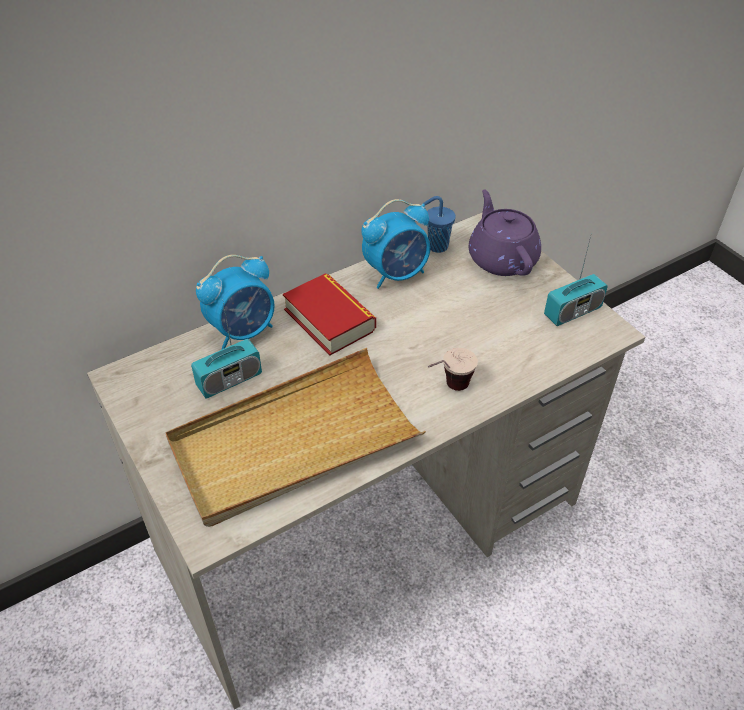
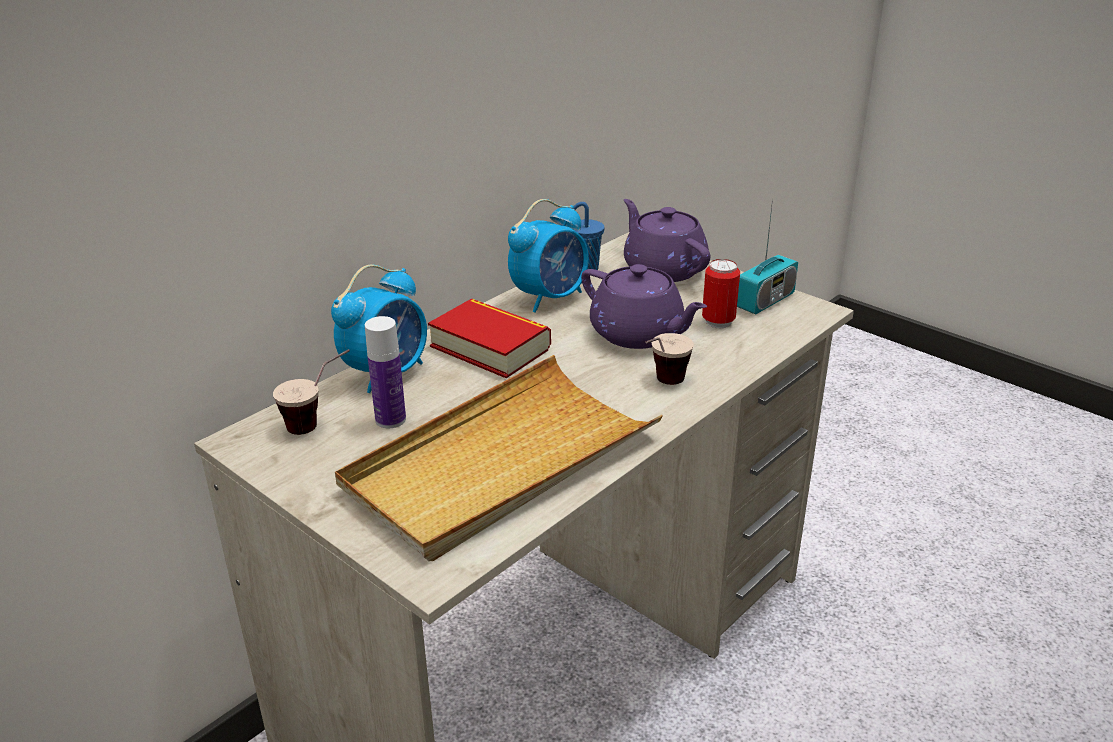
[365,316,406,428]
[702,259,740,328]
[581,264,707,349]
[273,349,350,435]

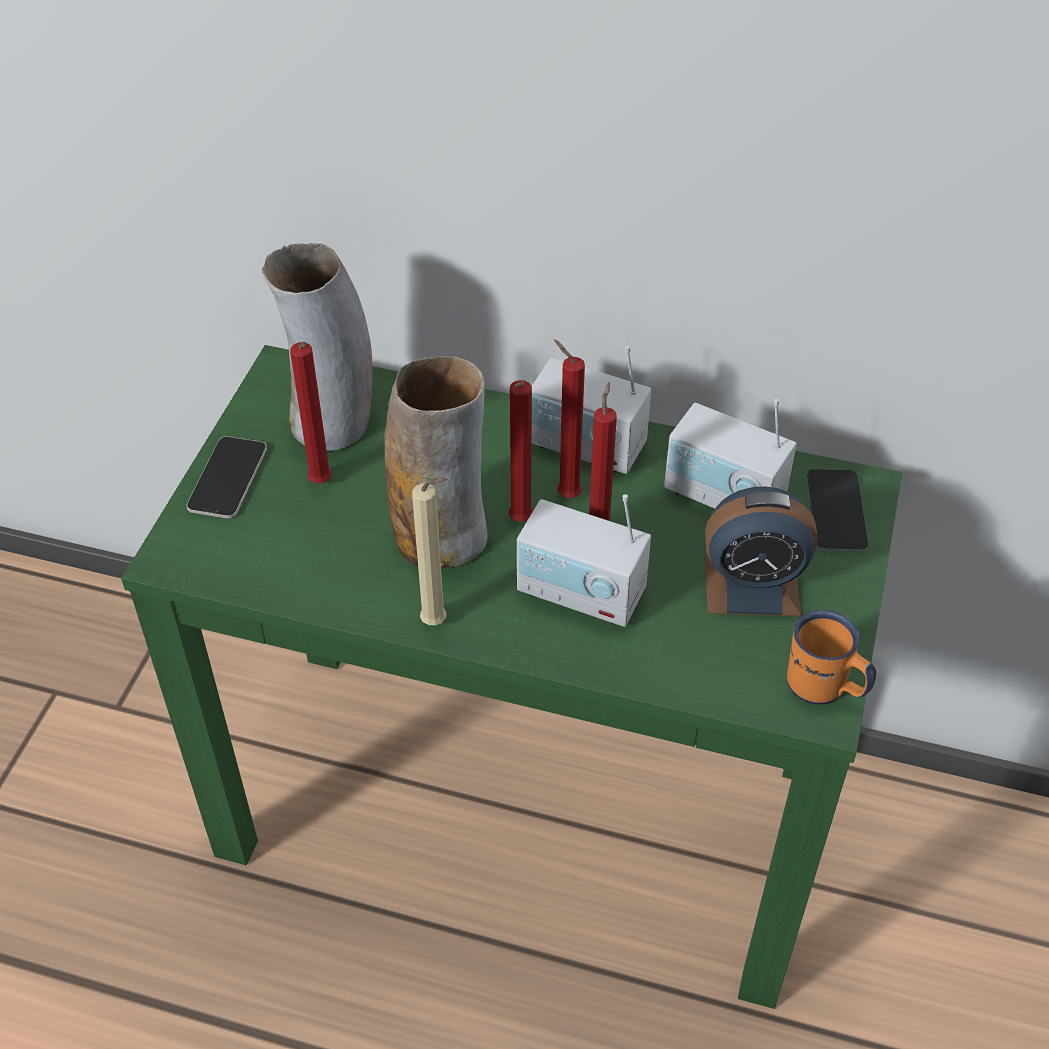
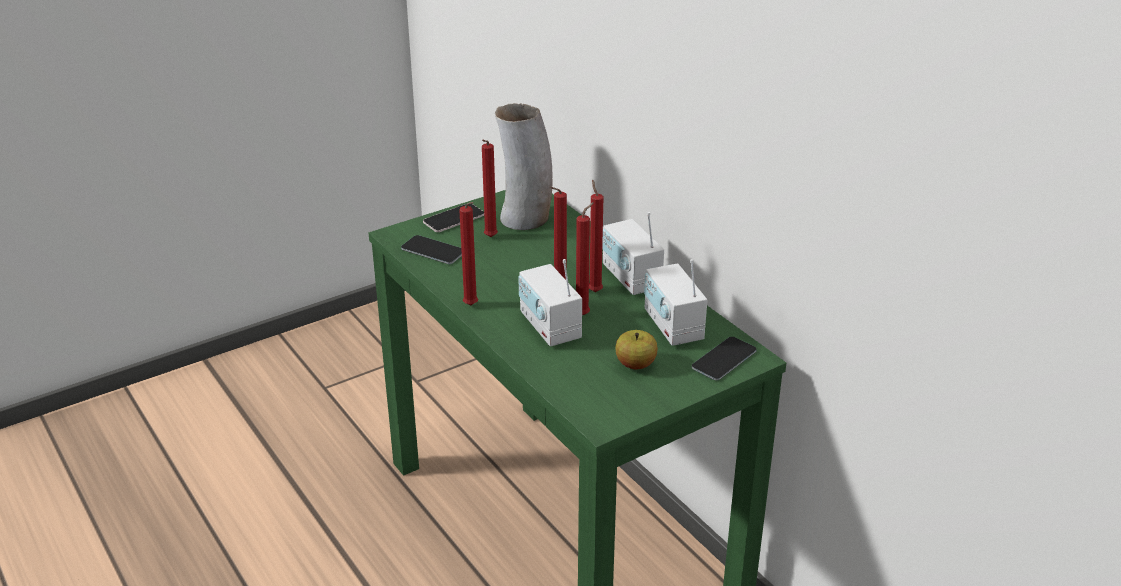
[384,356,488,569] (first image)
[459,202,478,305]
[615,330,658,369]
[787,610,876,705] (first image)
[401,235,462,264]

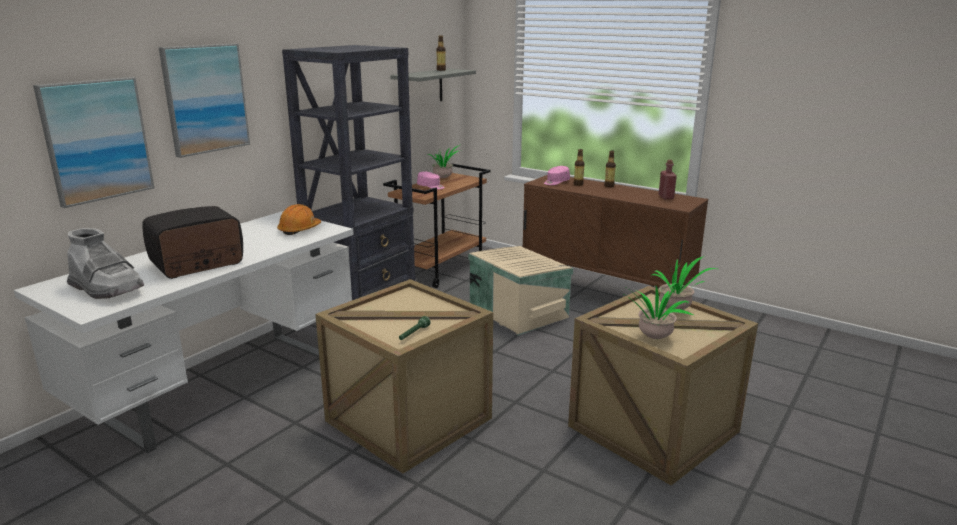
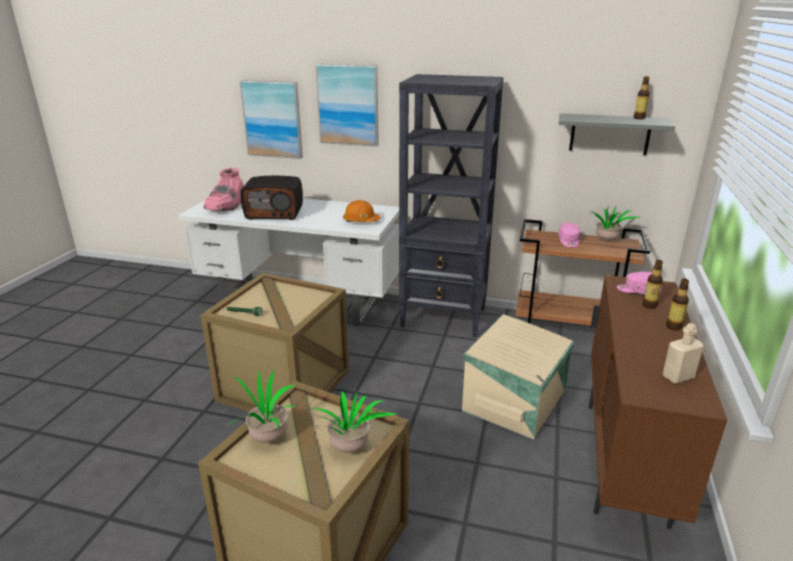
[663,323,704,384]
[240,175,303,220]
[204,168,244,211]

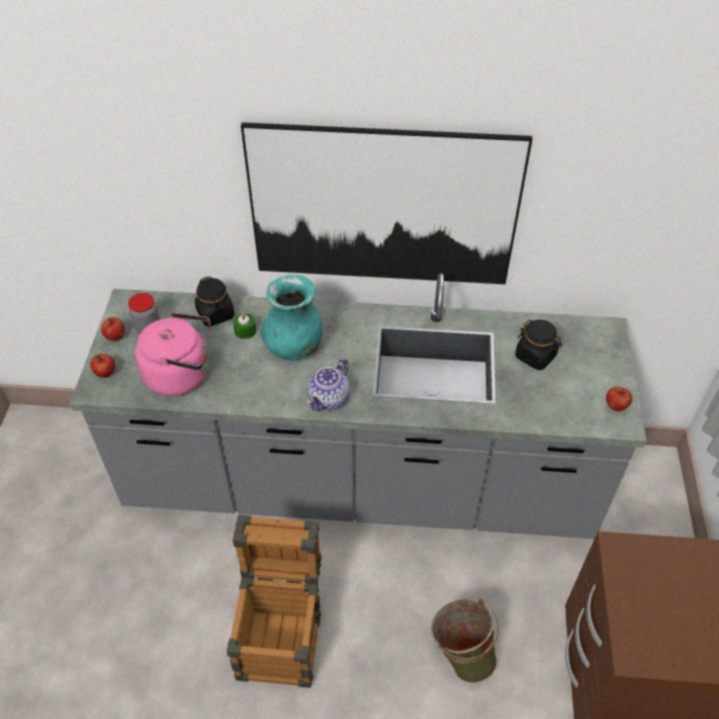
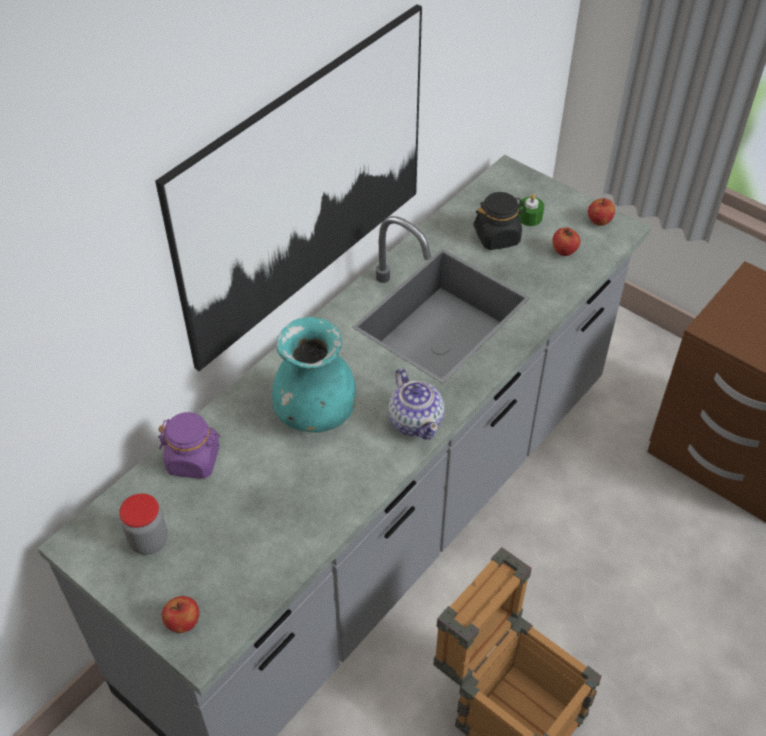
[158,412,220,479]
[135,312,211,396] (first image)
[518,194,544,226]
[552,228,581,256]
[431,598,499,683] (first image)

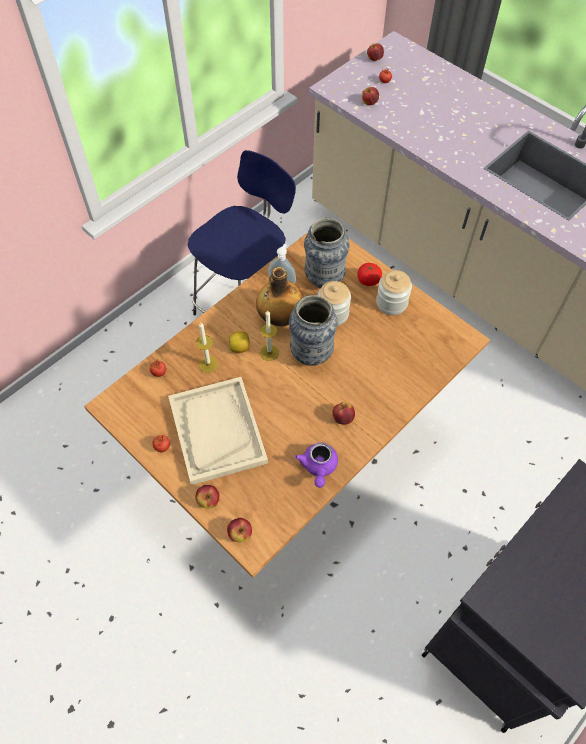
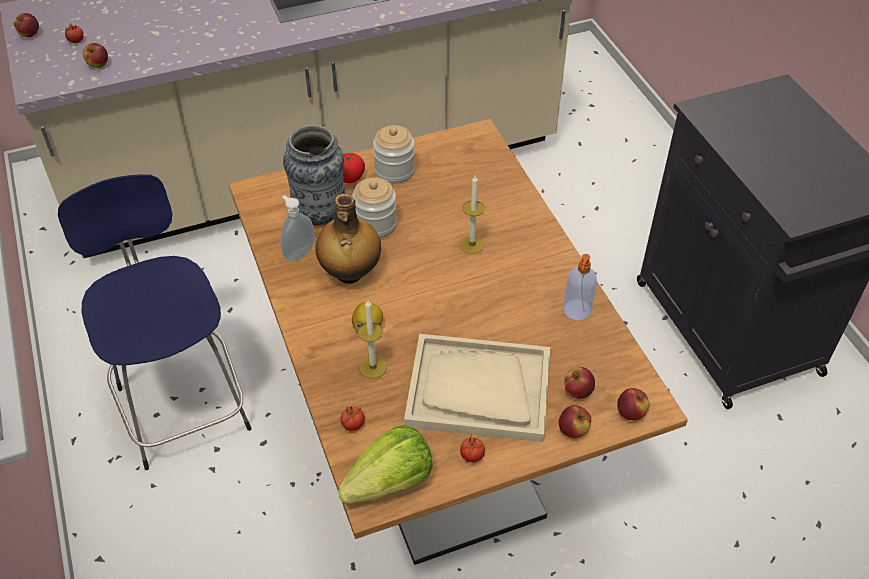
[289,295,337,366] (first image)
[460,176,485,254]
[564,367,595,399]
[563,254,597,320]
[338,425,433,504]

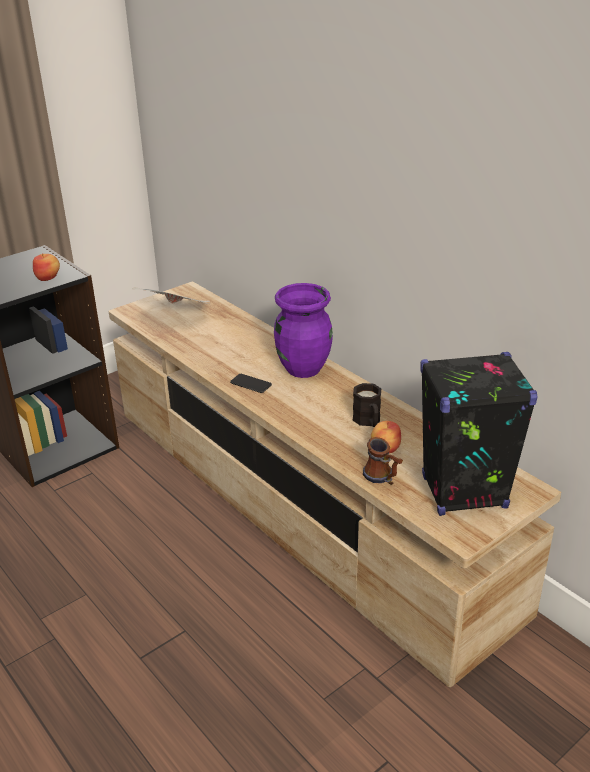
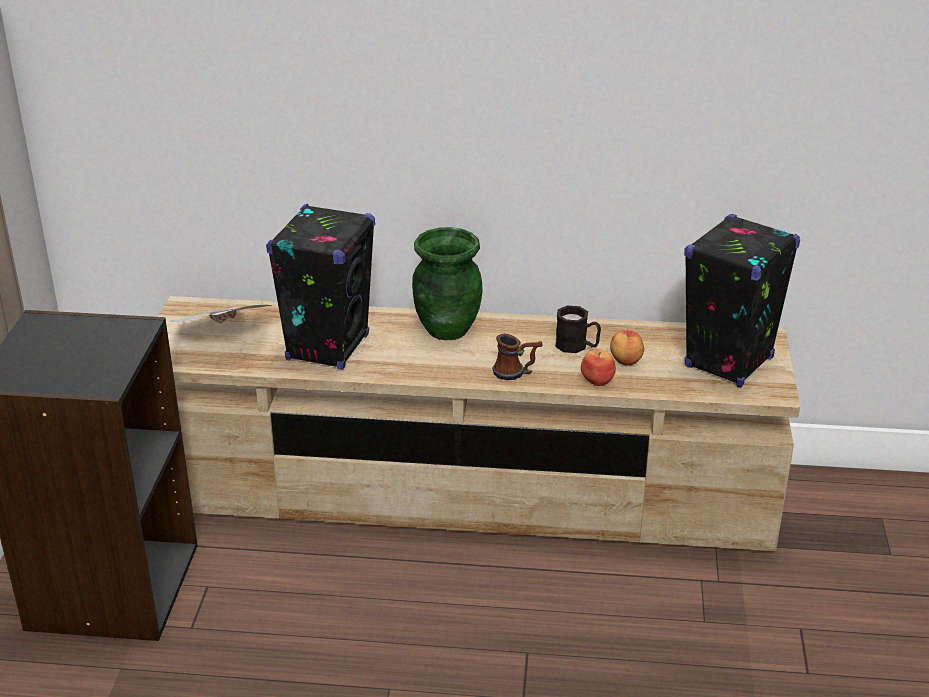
[581,349,616,386]
[412,227,483,340]
[230,374,272,393] (first image)
[493,334,542,380]
[266,204,375,370]

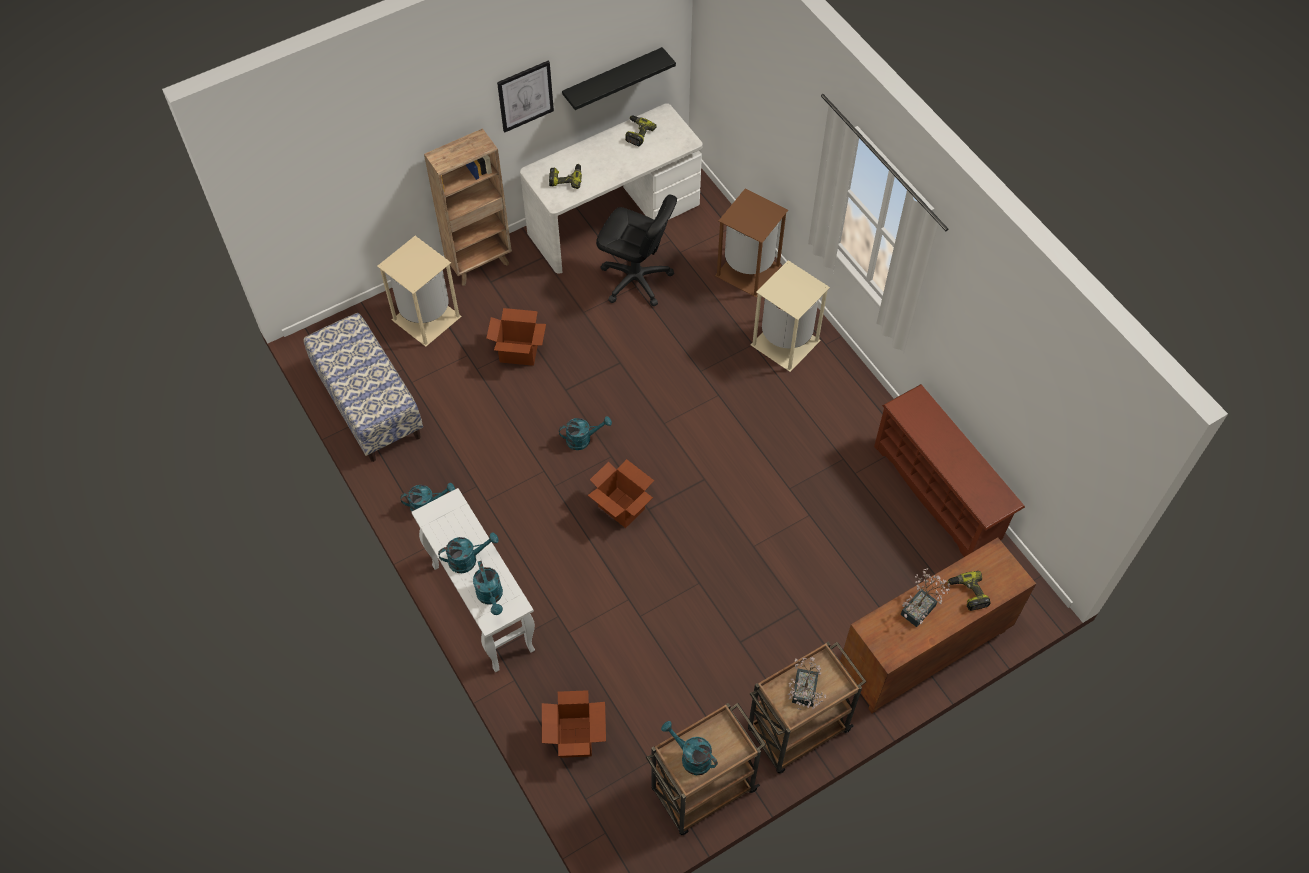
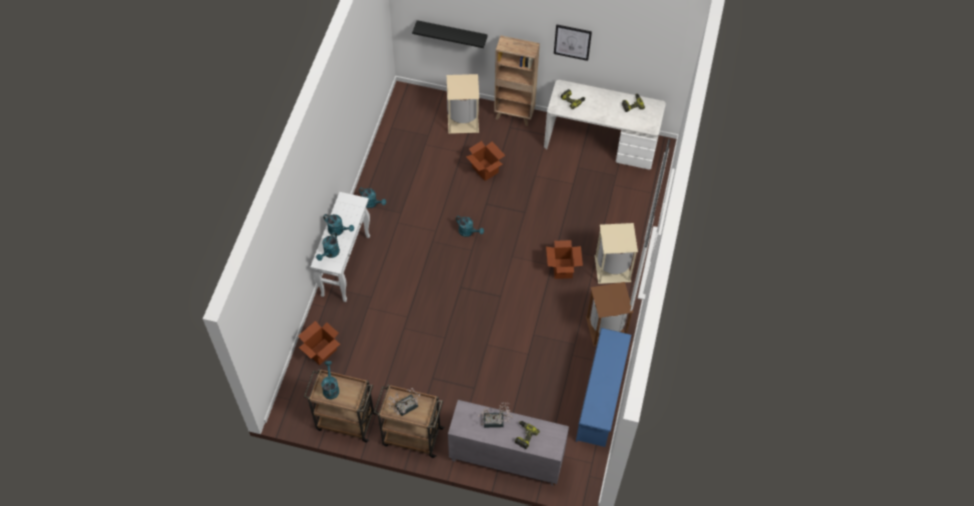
[412,20,488,48]
[586,282,633,346]
[596,195,677,306] (first image)
[303,313,423,462] (first image)
[576,328,631,447]
[546,240,583,279]
[448,400,569,486]

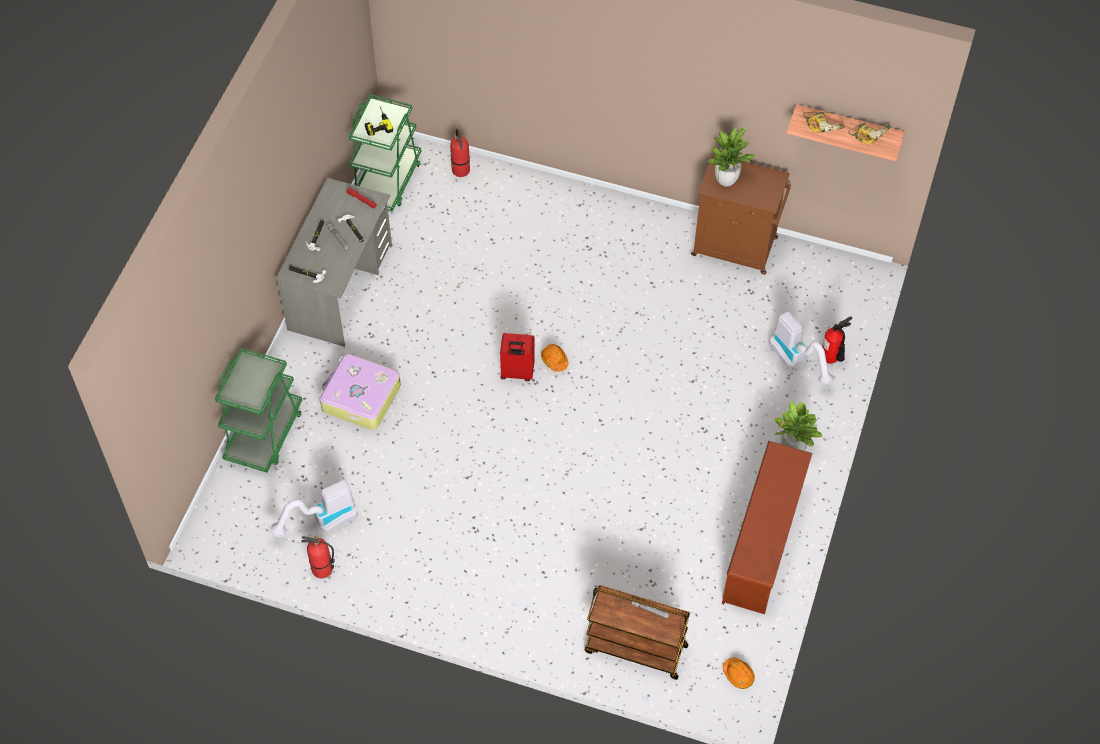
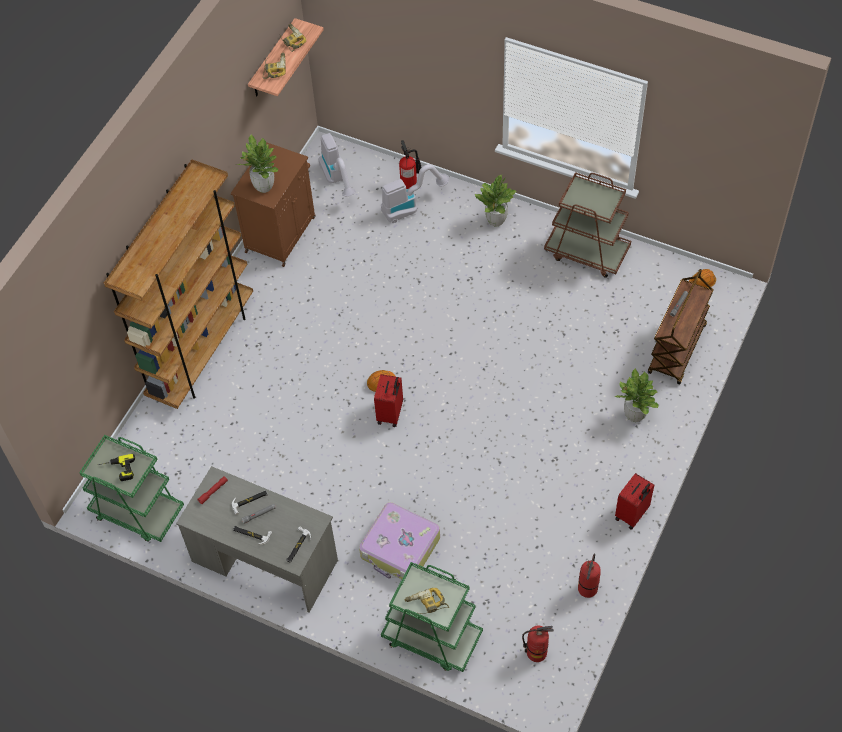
[522,625,554,662]
[544,172,631,278]
[319,133,356,196]
[104,159,253,409]
[615,368,659,422]
[615,473,654,529]
[405,588,449,614]

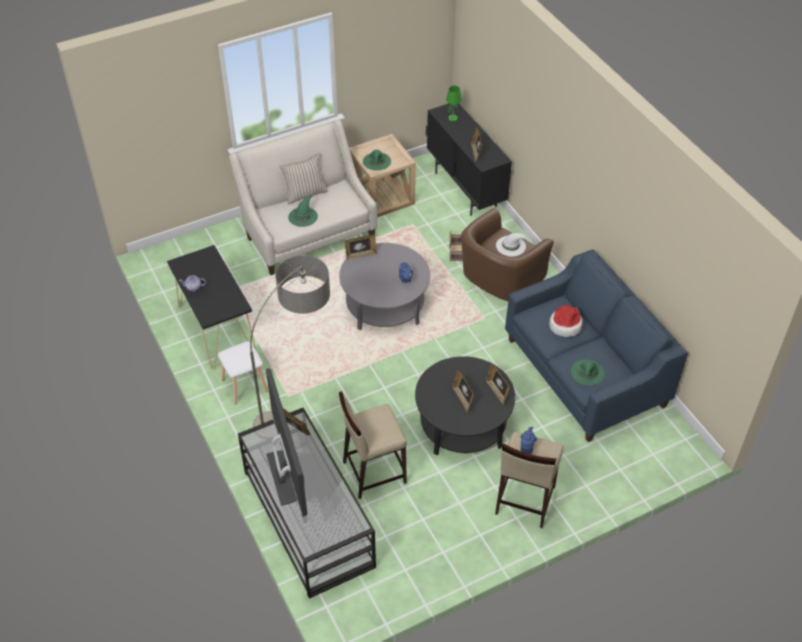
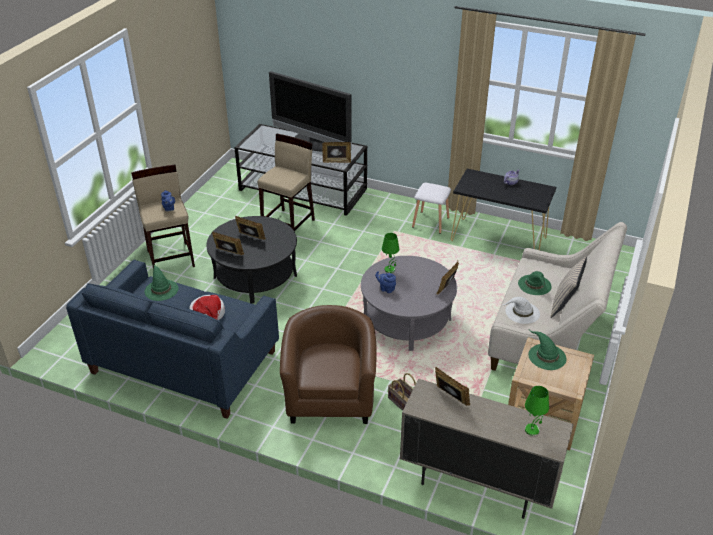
[400,379,574,519]
[503,297,540,324]
[250,255,330,427] (first image)
[382,233,399,273]

